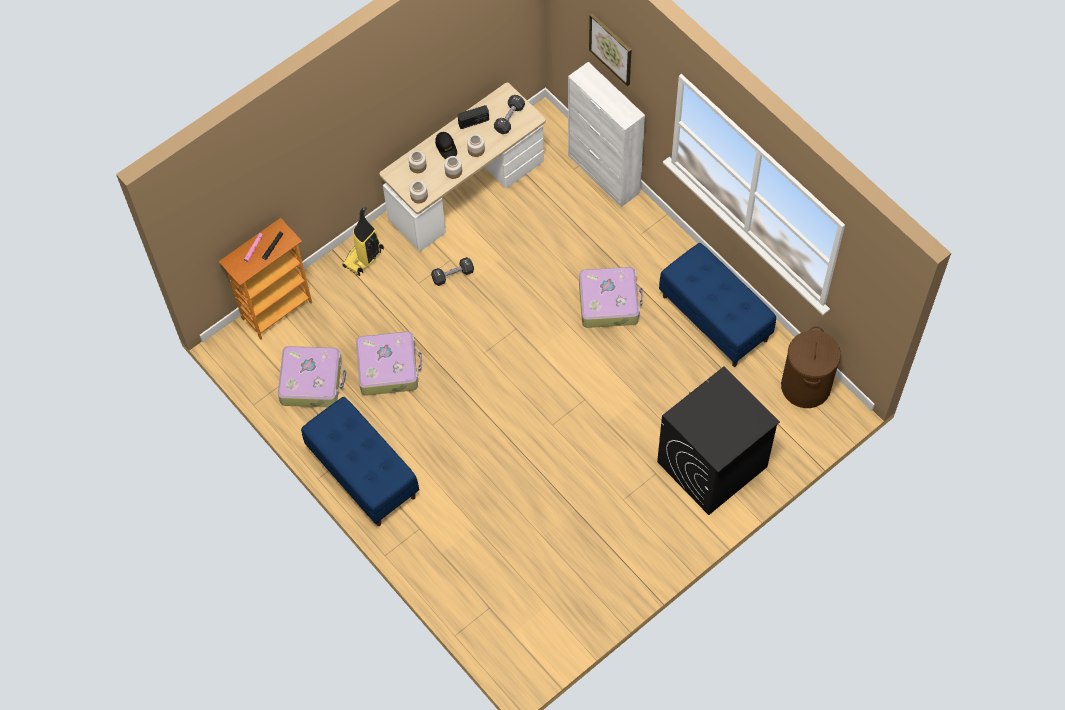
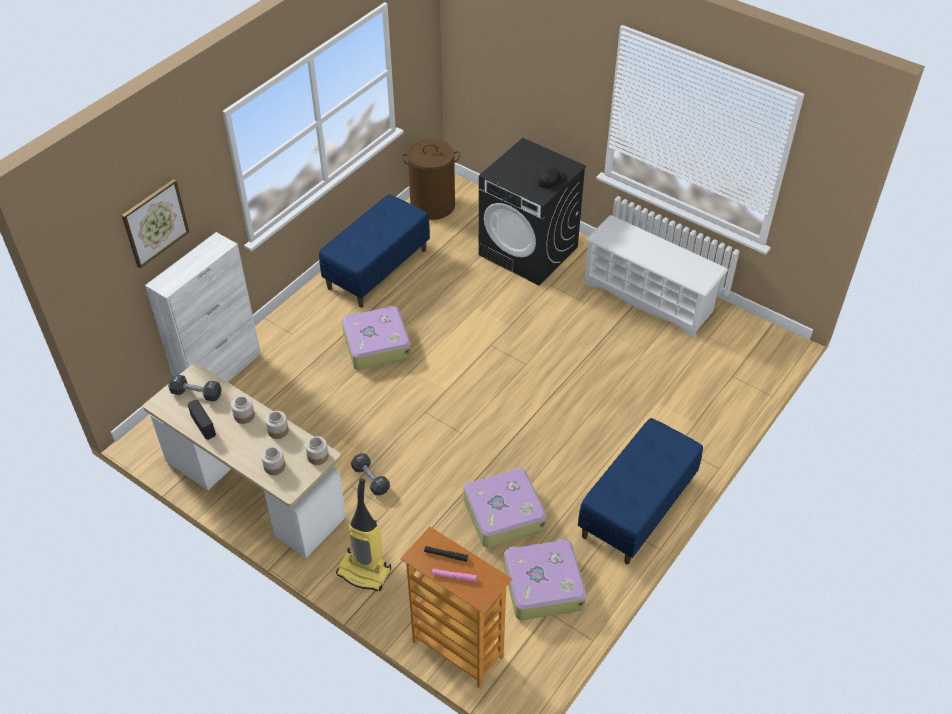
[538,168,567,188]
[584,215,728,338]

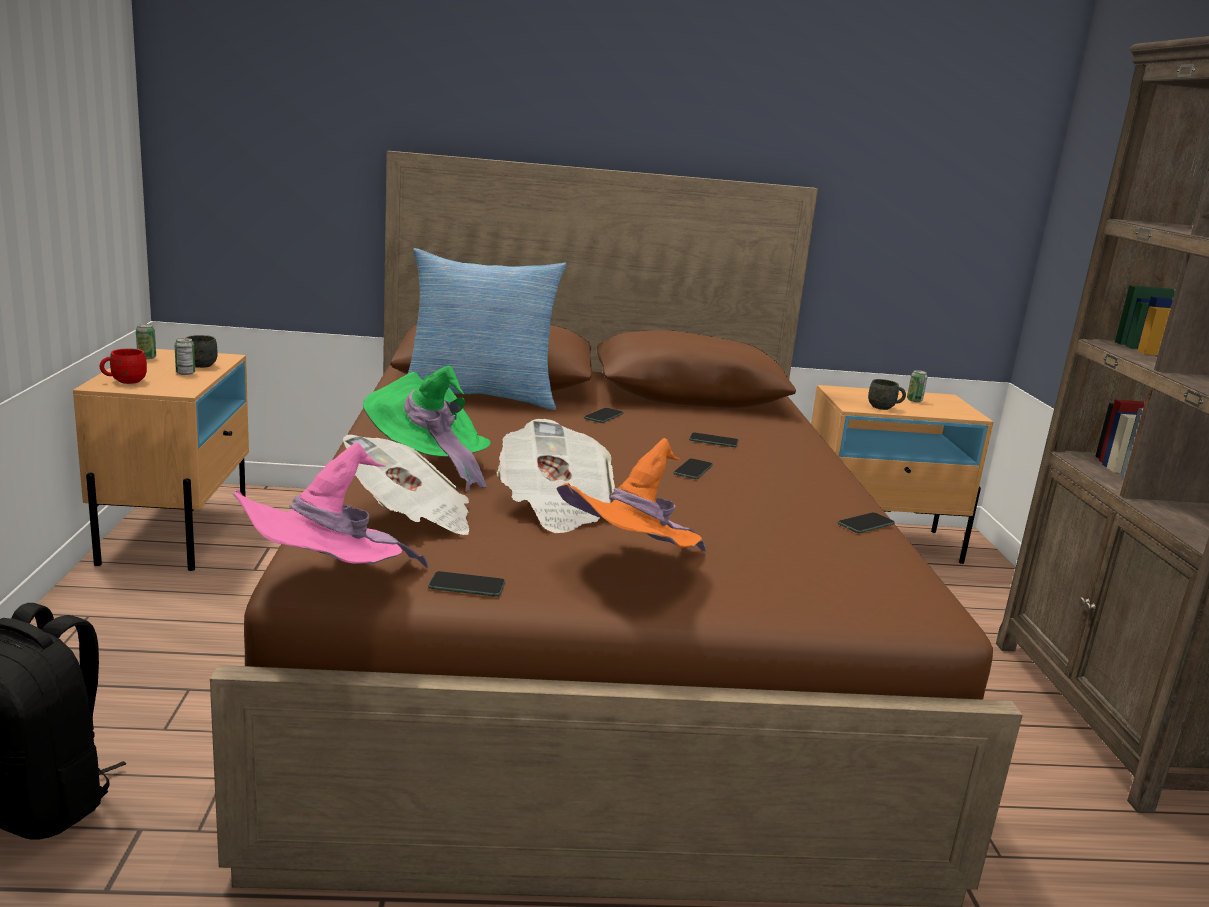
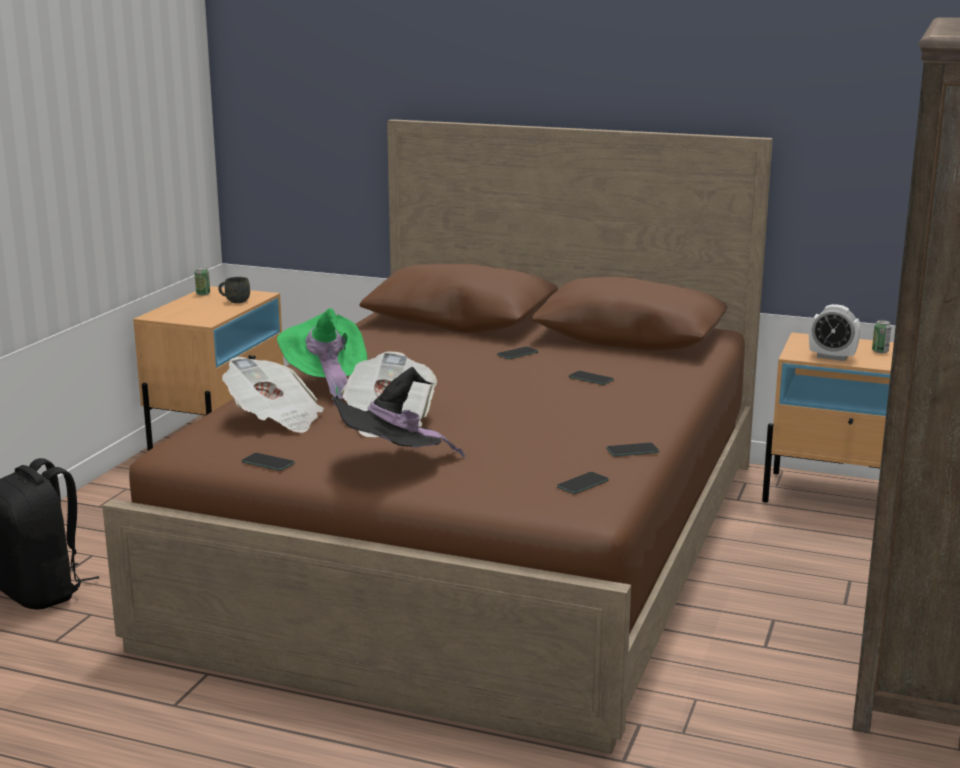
[408,248,567,410] (first image)
[174,338,195,375] (first image)
[100,348,147,384] (first image)
[809,304,861,361]
[332,367,465,458]
[232,442,429,568] (first image)
[557,472,609,494]

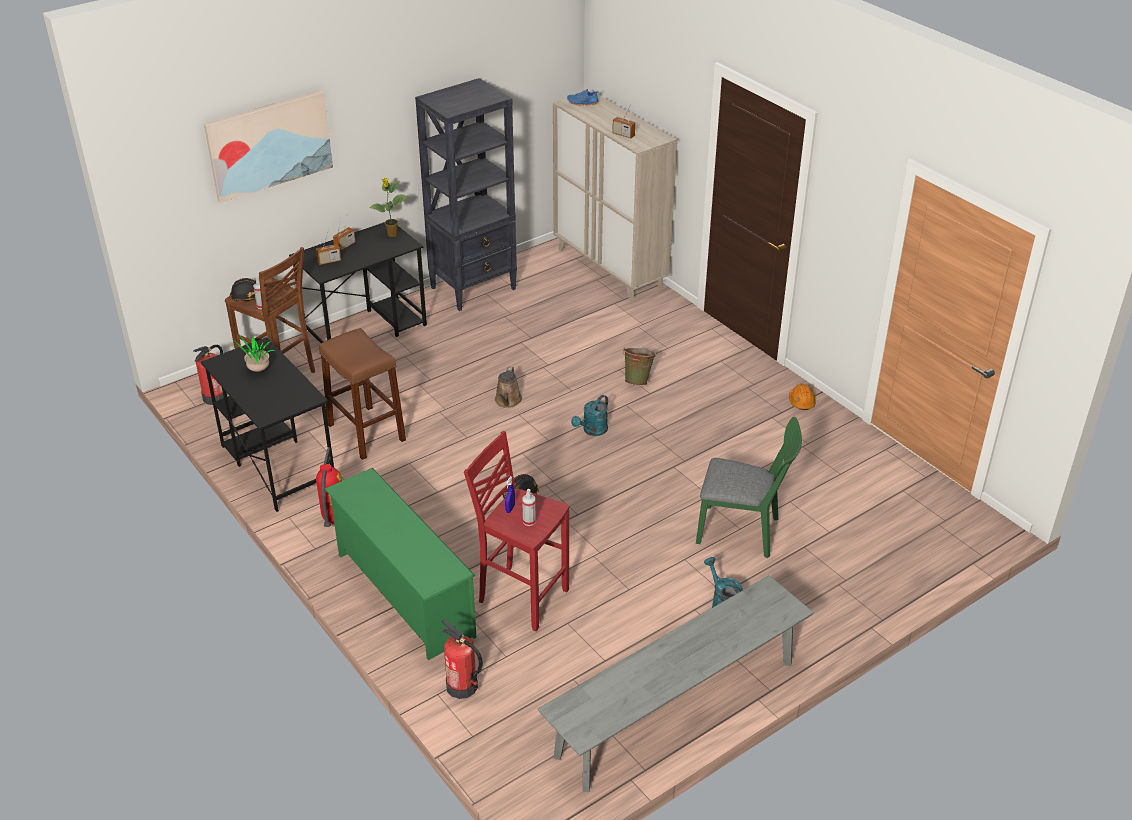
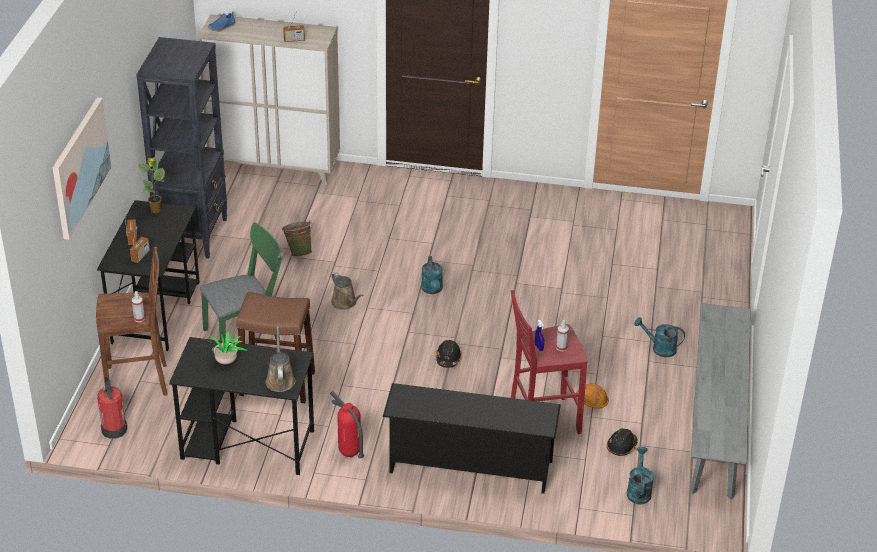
[607,428,638,456]
[282,220,312,257]
[576,383,609,409]
[200,222,282,341]
[382,383,561,494]
[441,619,482,699] (first image)
[266,326,296,392]
[627,447,654,504]

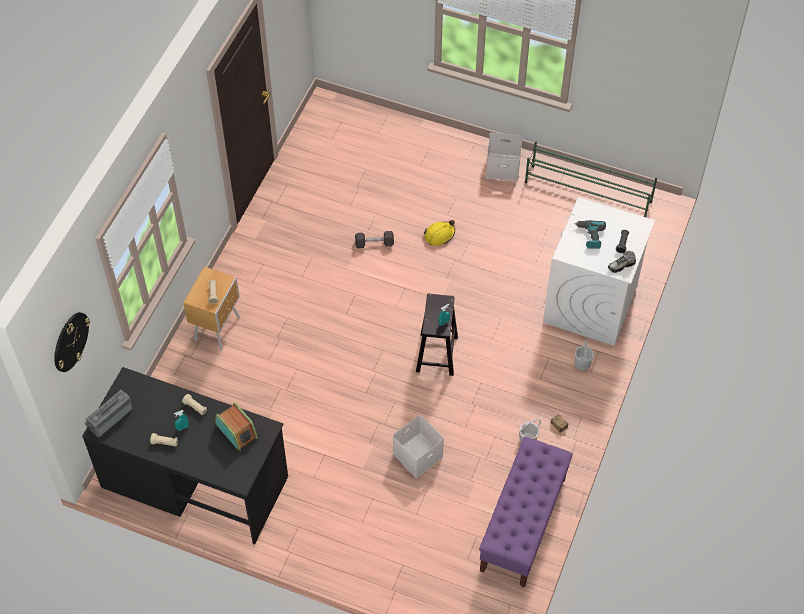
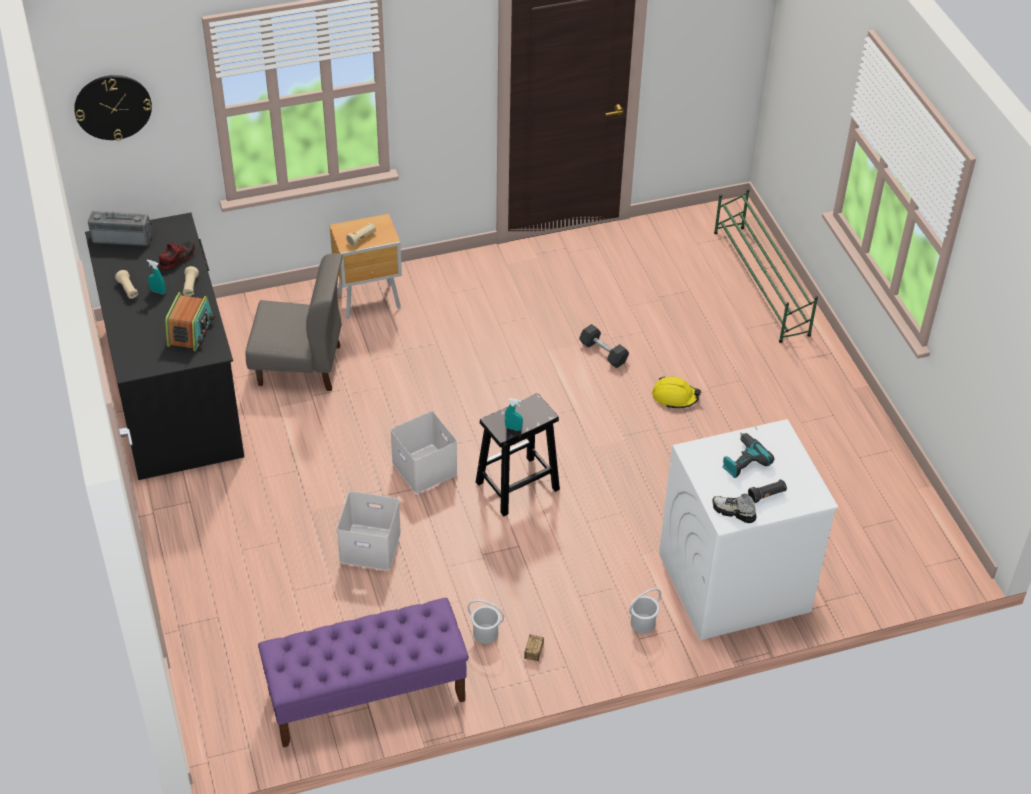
[390,411,458,494]
[714,189,818,343]
[158,241,195,270]
[245,253,343,391]

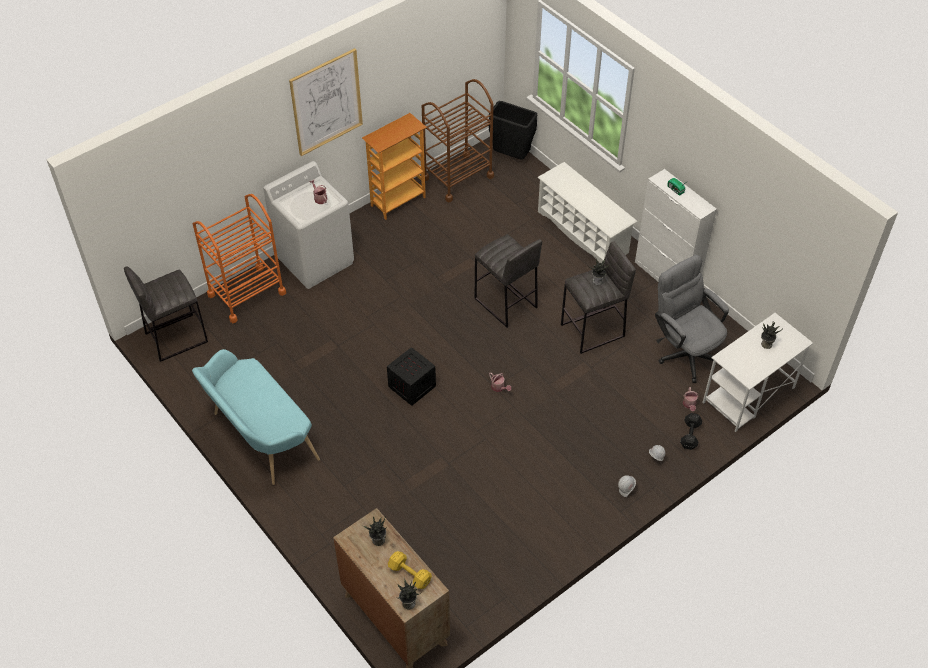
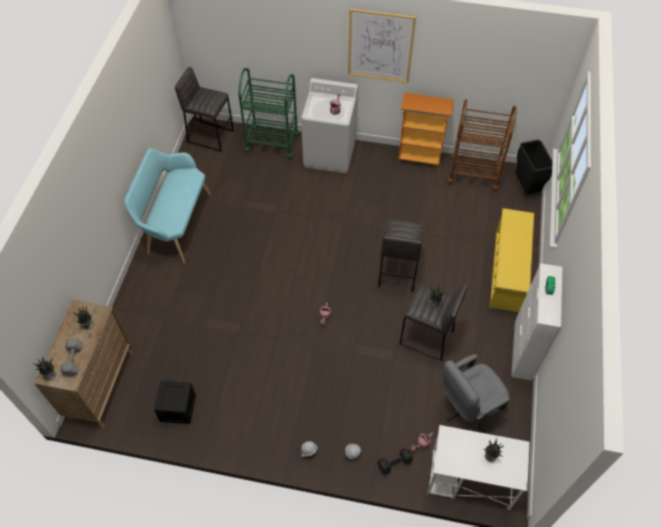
[489,208,534,312]
[238,68,299,160]
[443,354,510,433]
[154,381,196,424]
[60,339,83,376]

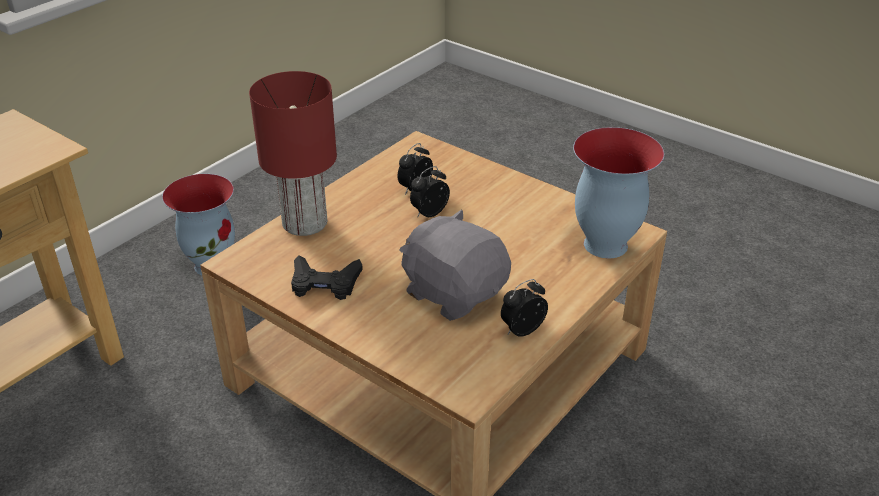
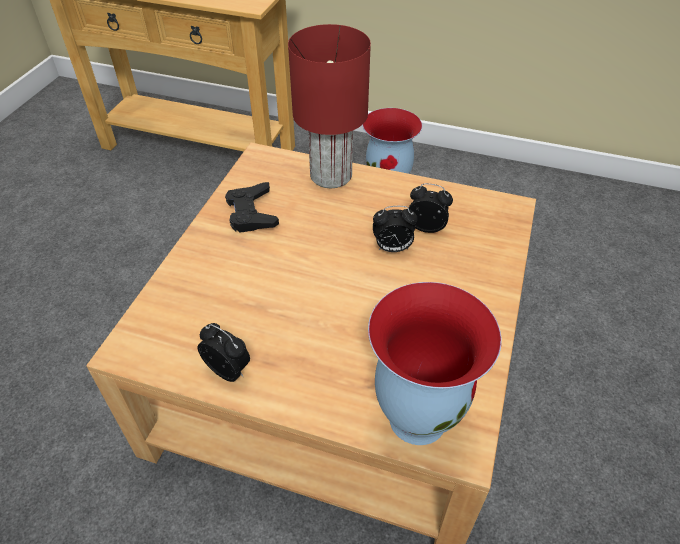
[373,206,418,252]
[399,209,511,321] (first image)

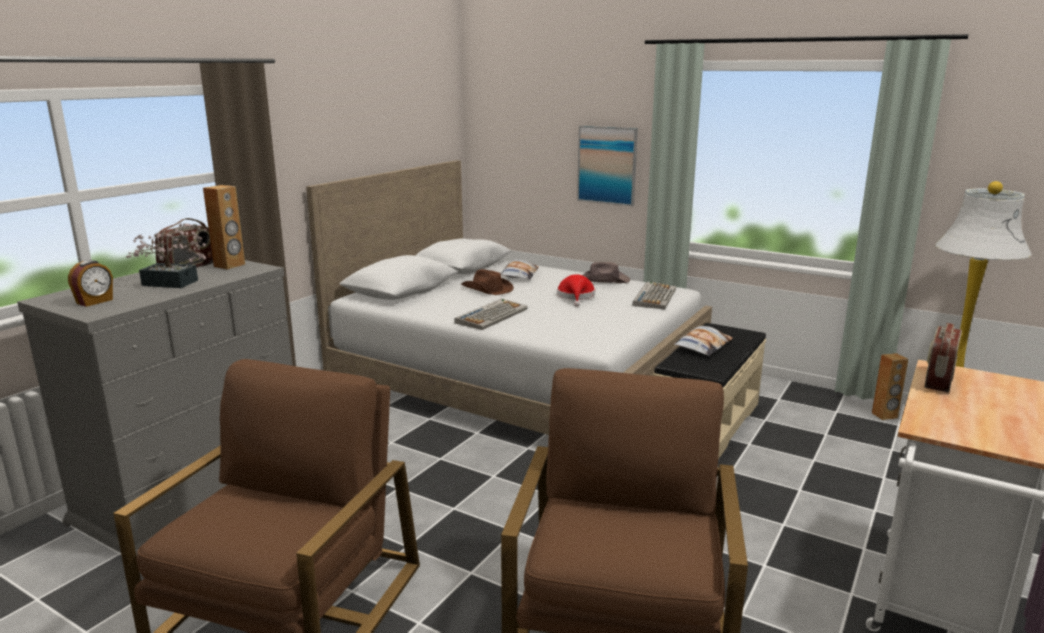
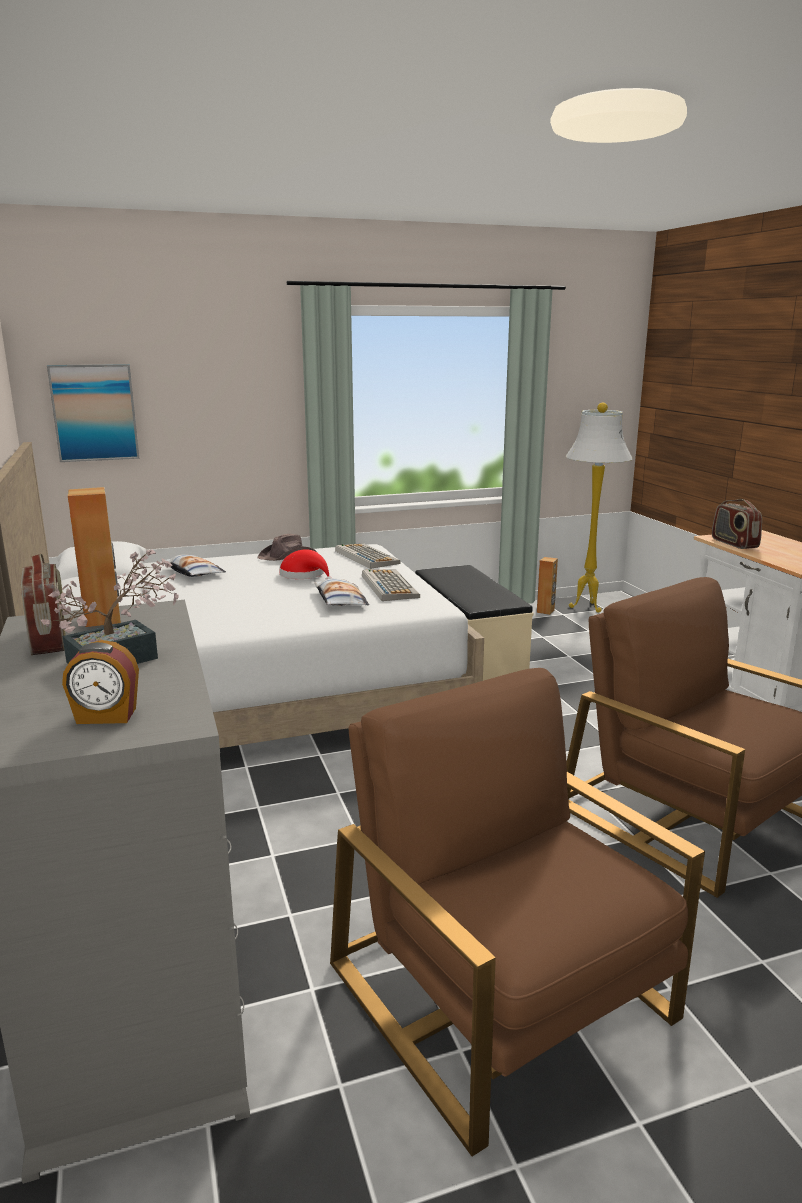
[47,364,140,462]
[62,640,139,724]
[461,269,514,295] (first image)
[362,569,420,601]
[314,578,369,606]

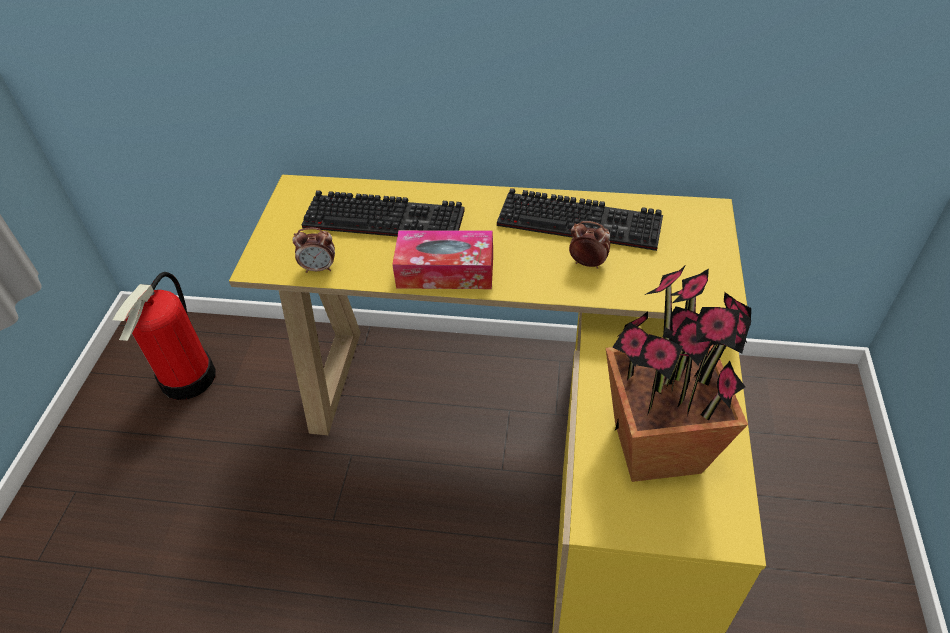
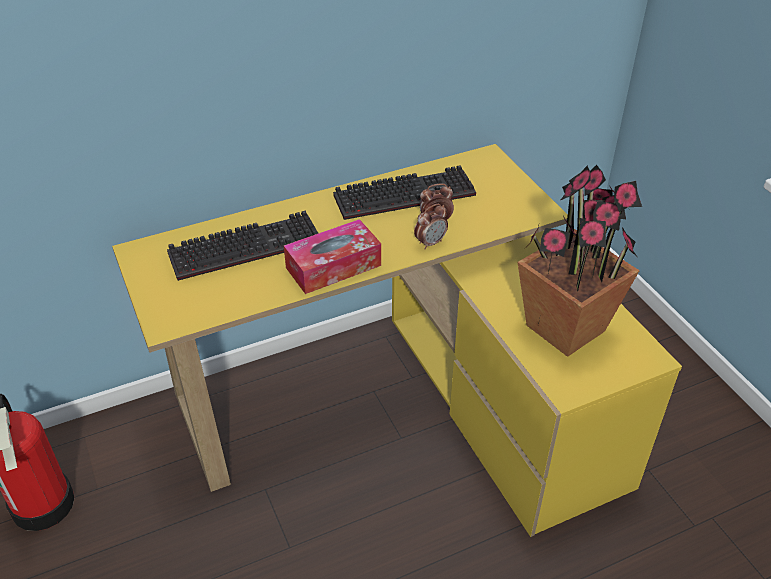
[414,203,448,249]

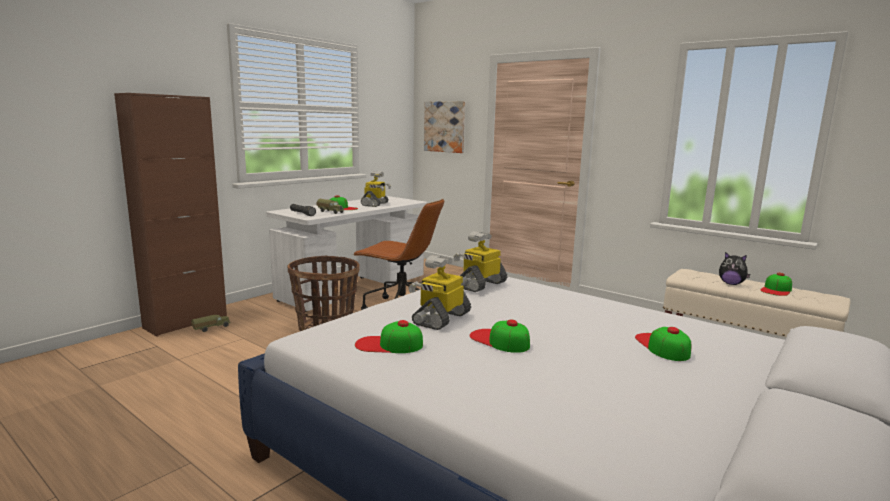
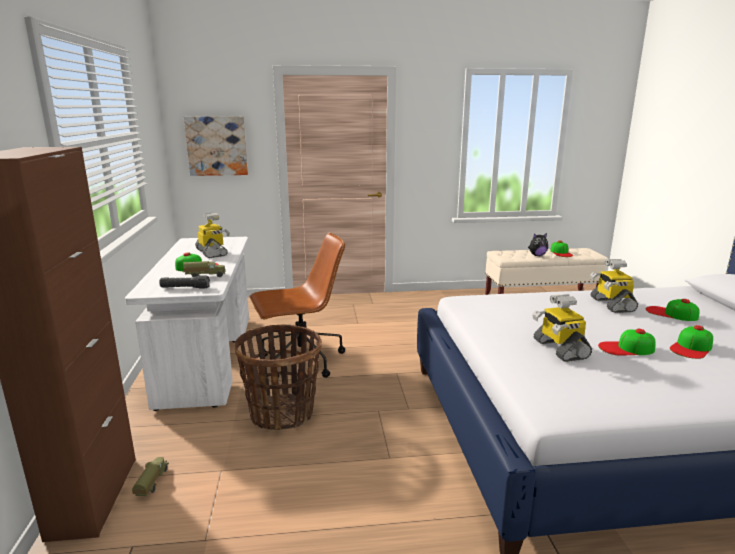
[590,259,638,313]
[670,325,713,359]

